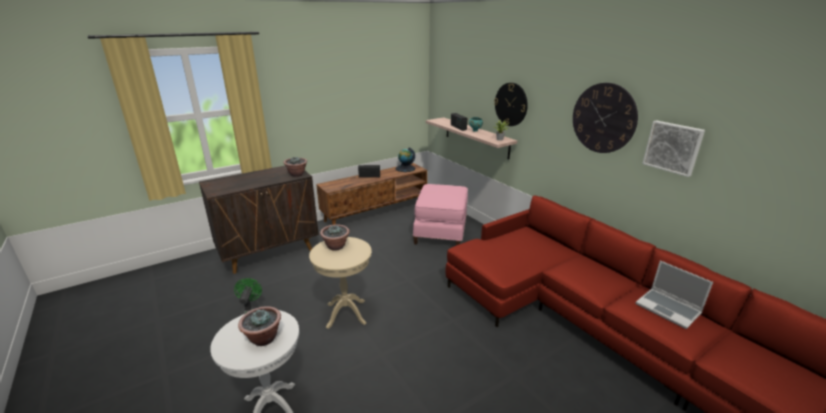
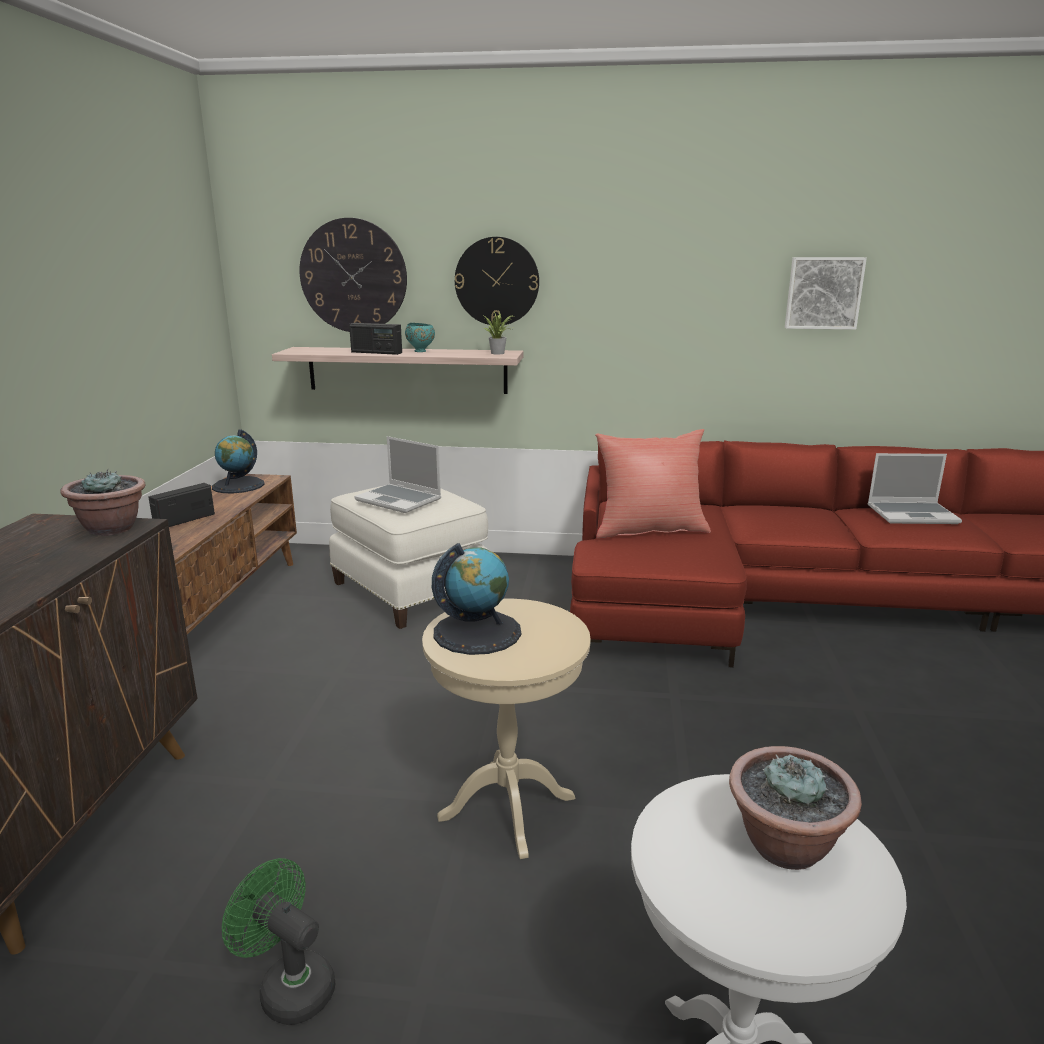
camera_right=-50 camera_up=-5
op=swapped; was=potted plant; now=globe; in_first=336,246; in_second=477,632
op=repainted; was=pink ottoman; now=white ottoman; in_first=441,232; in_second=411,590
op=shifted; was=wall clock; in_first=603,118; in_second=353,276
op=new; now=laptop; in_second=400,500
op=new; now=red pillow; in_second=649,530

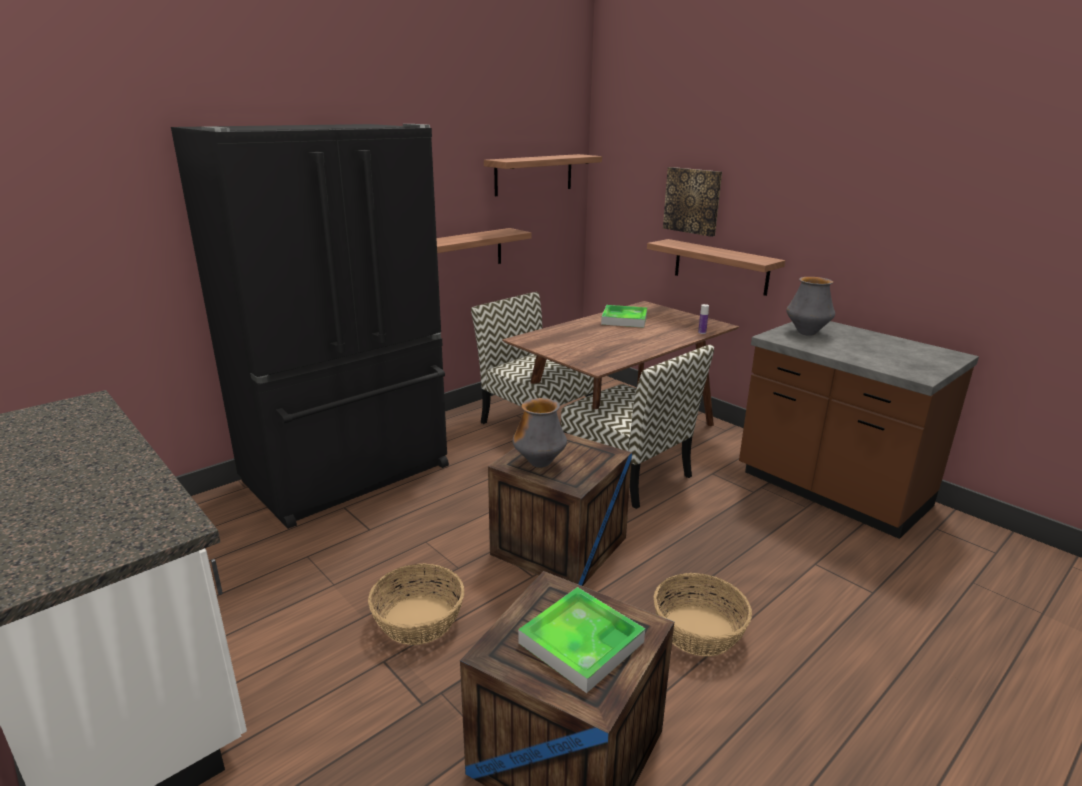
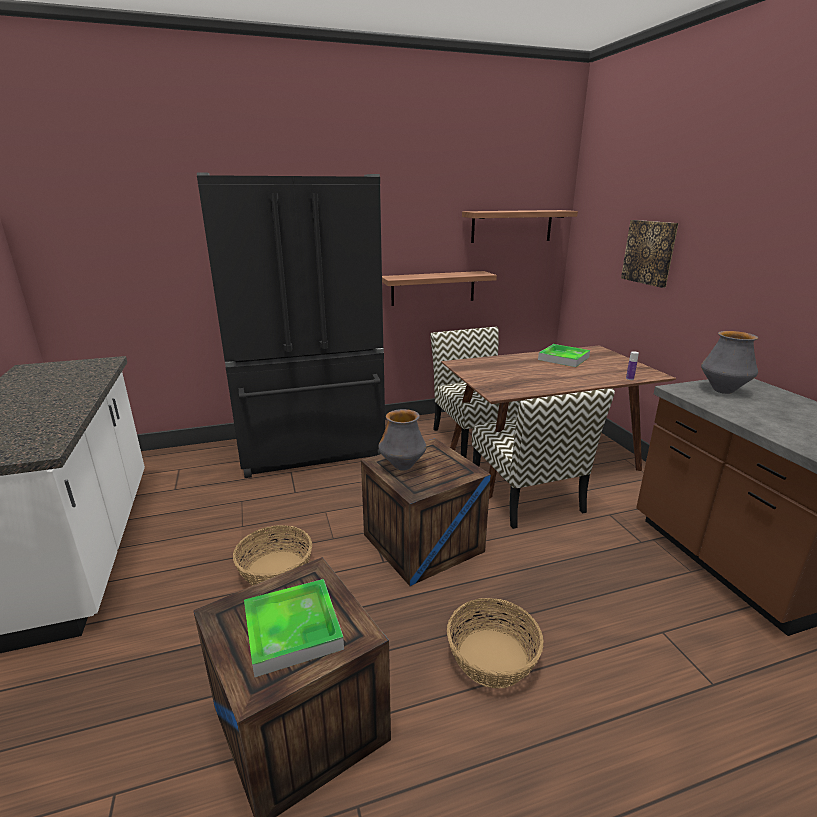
camera_right=25 camera_up=0
op=gone; was=shelf; in_first=720,266

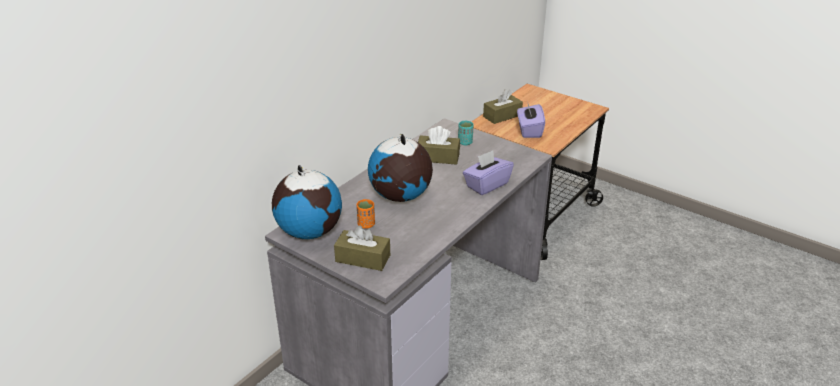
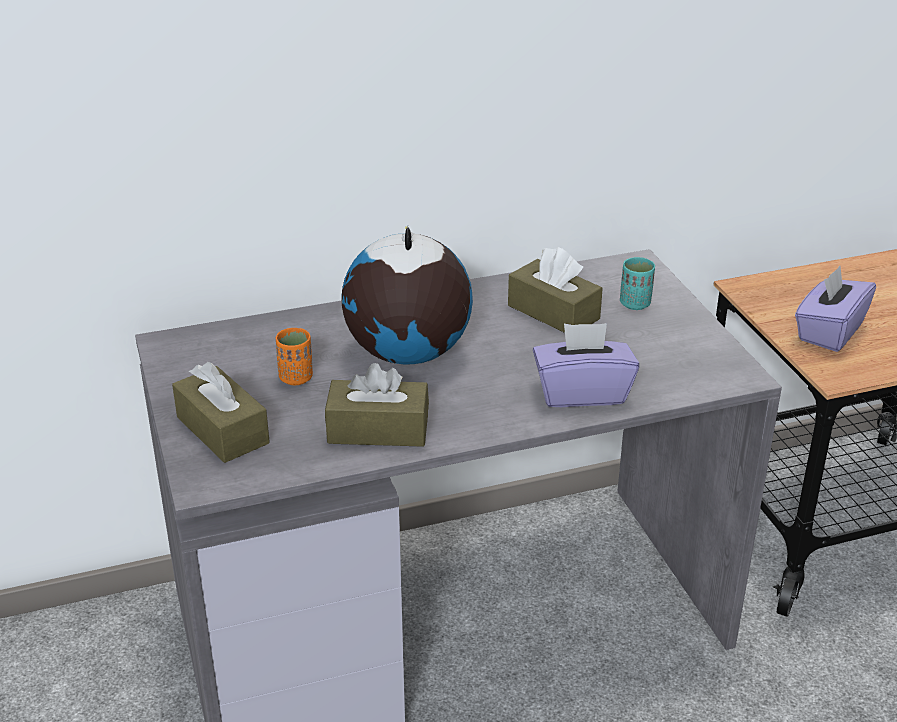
camera_right=35 camera_up=0
op=gone; was=globe; in_first=309,231
op=shifted; was=brown tissue box; in_first=502,116; in_second=378,430

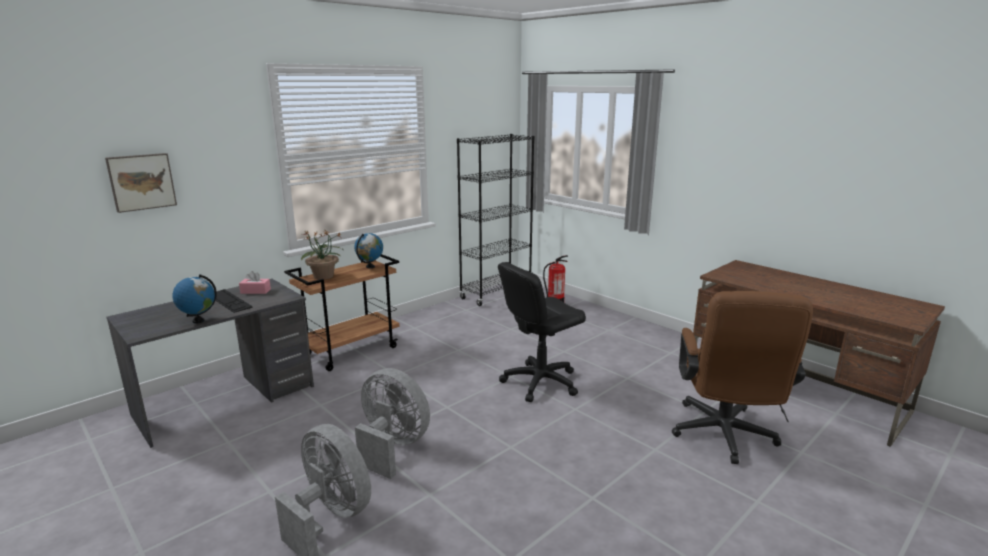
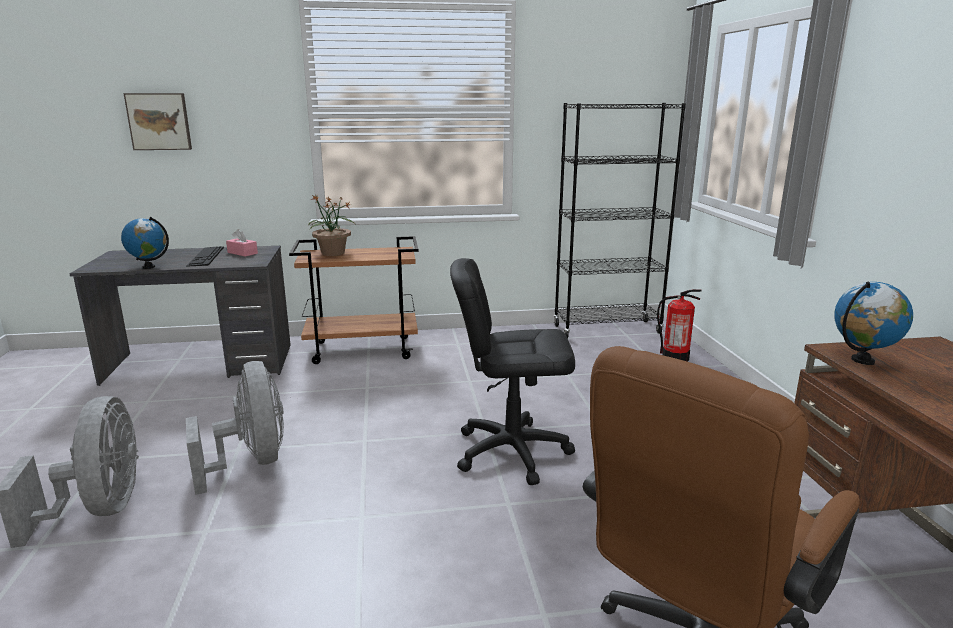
camera_right=35 camera_up=0
op=shifted; was=globe; in_first=370,267; in_second=863,360

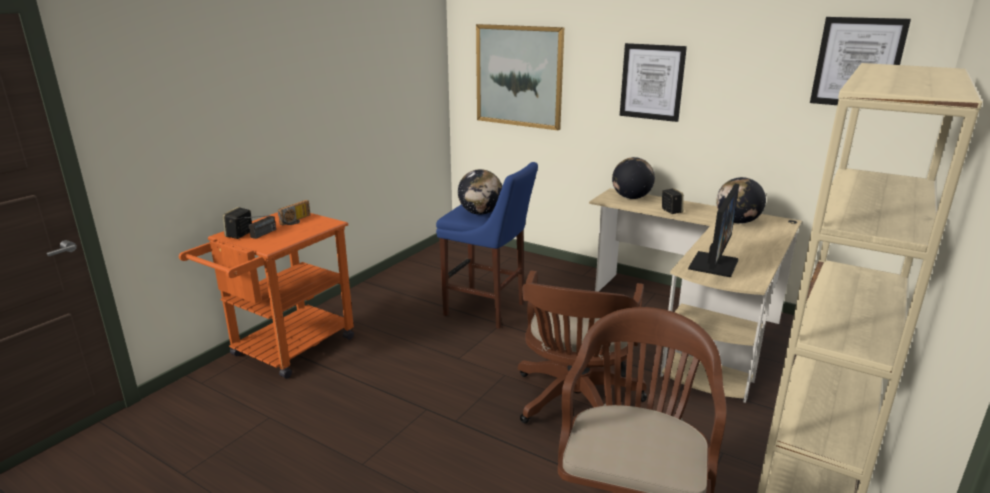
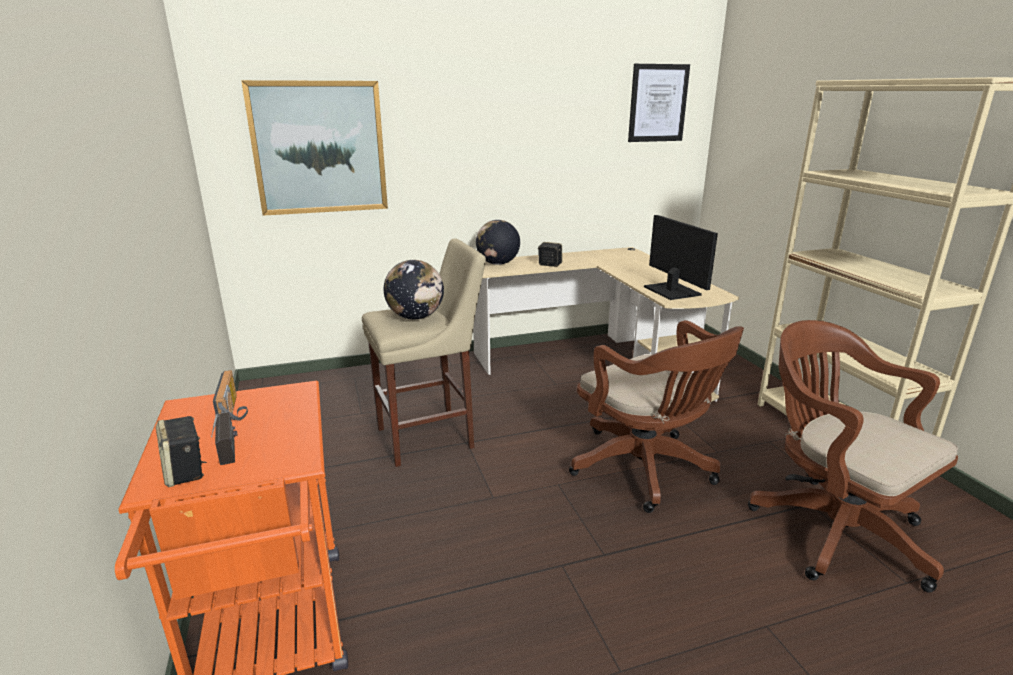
camera_right=-50 camera_up=0
op=repainted; was=blue stool; now=beige stool; in_first=488,310; in_second=430,437
op=gone; was=picture; in_first=652,82
op=gone; was=globe; in_first=737,222

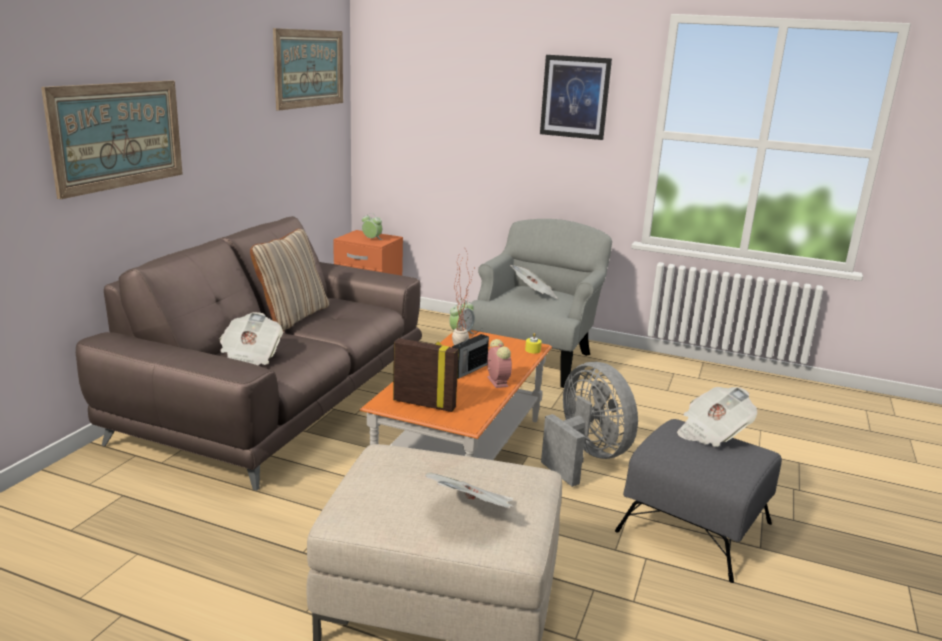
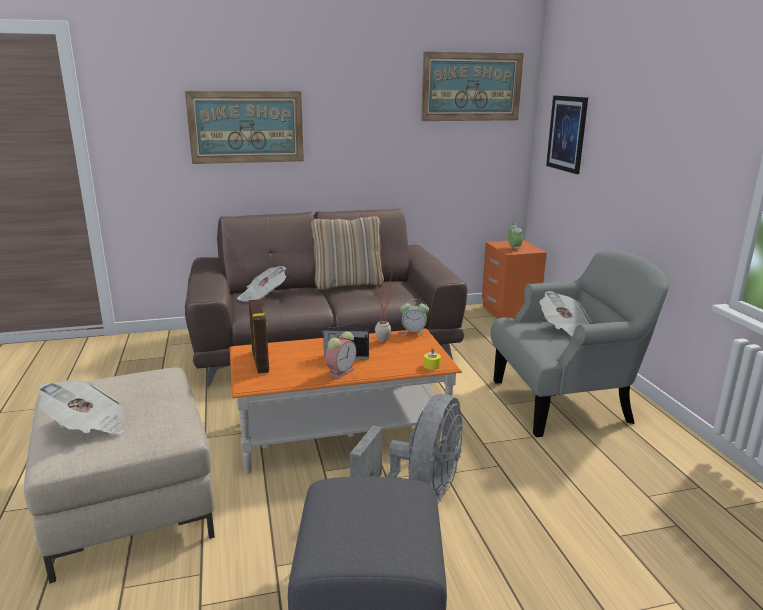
camera_right=55 camera_up=0
op=shifted; was=picture; in_first=575,97; in_second=567,133
op=gone; was=newspaper; in_first=711,433

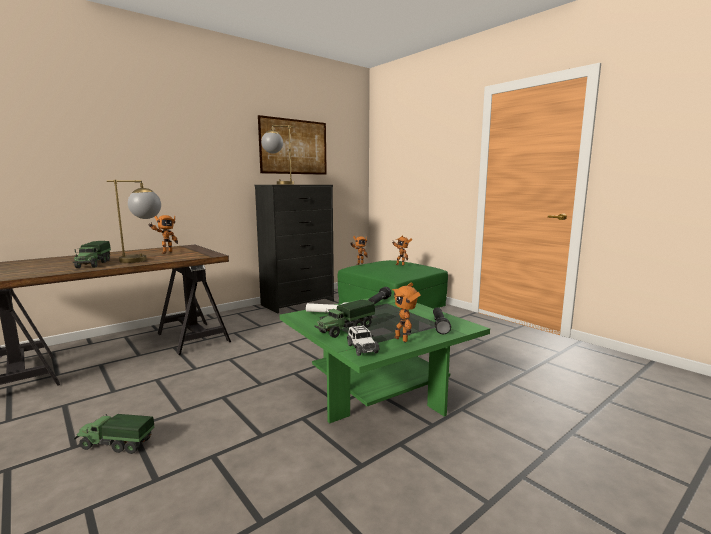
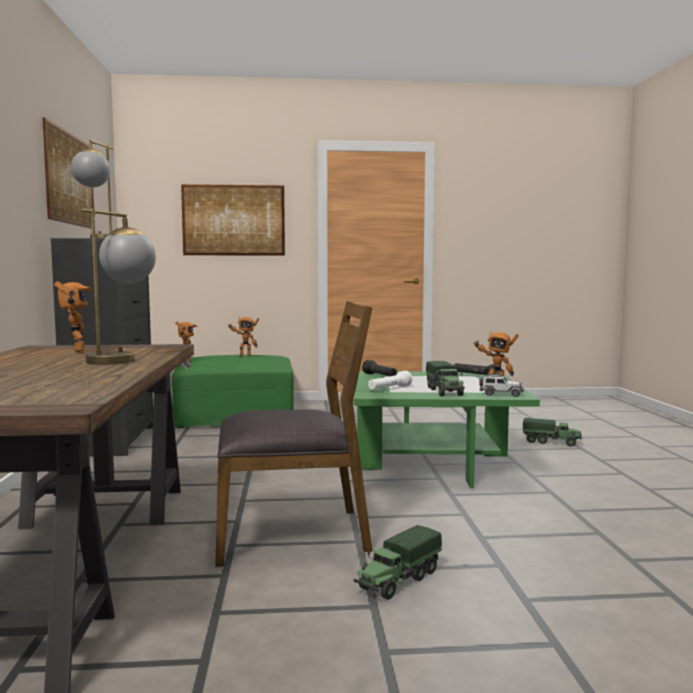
camera_right=-55 camera_up=-5
op=shifted; was=toy truck; in_first=93,264; in_second=551,442
op=new; now=picture; in_second=233,220
op=new; now=brown chair; in_second=292,534

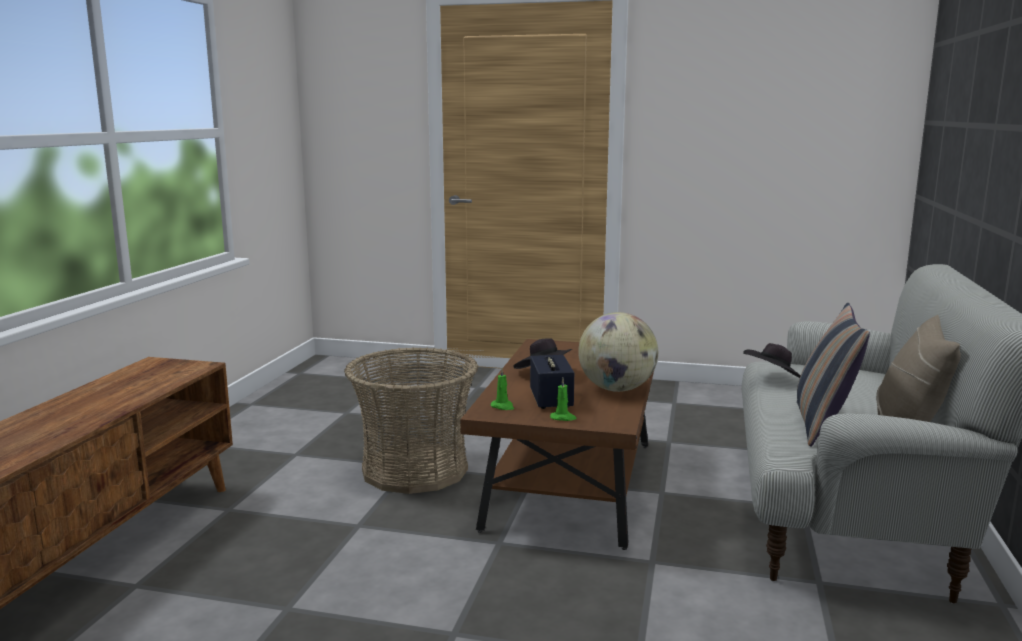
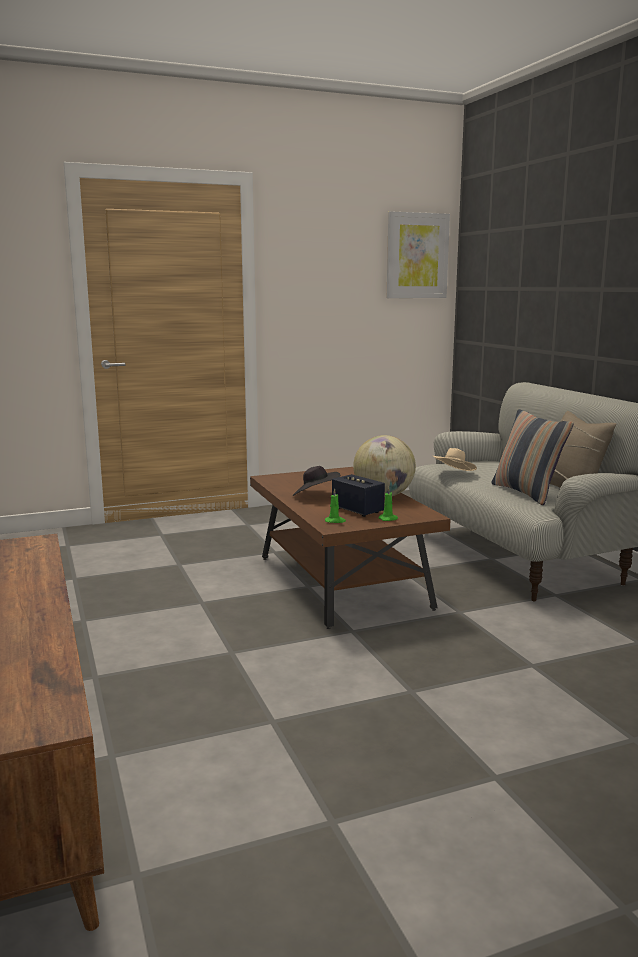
camera_right=-35 camera_up=0
op=gone; was=basket; in_first=415,469
op=repainted; was=black hat; now=beige hat; in_first=773,379; in_second=453,474
op=new; now=picture; in_second=417,256

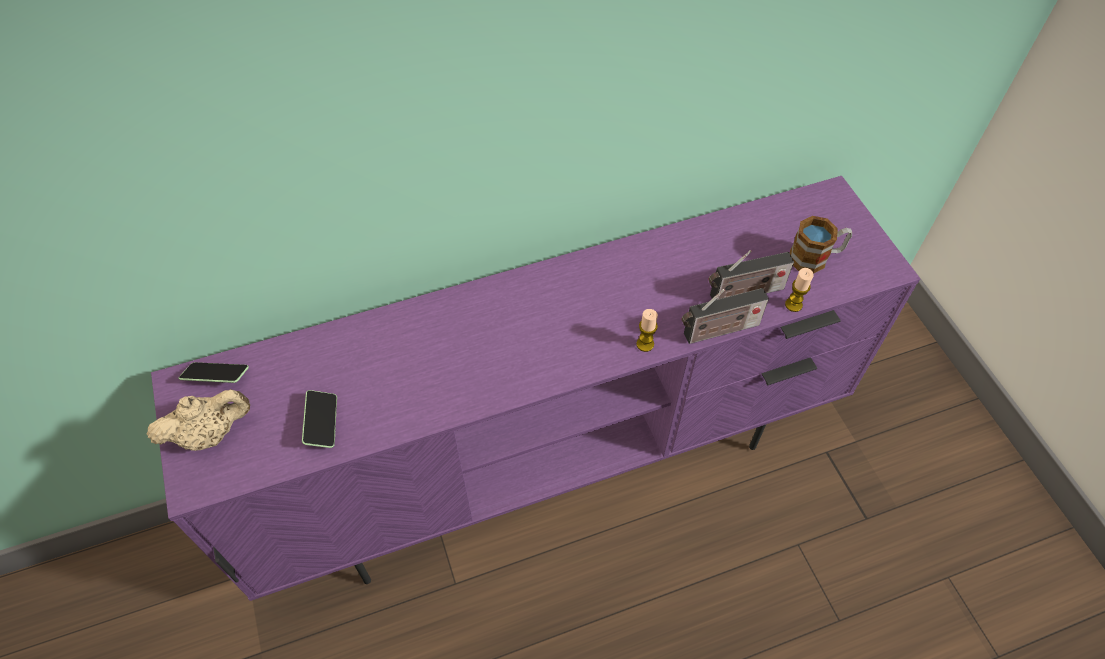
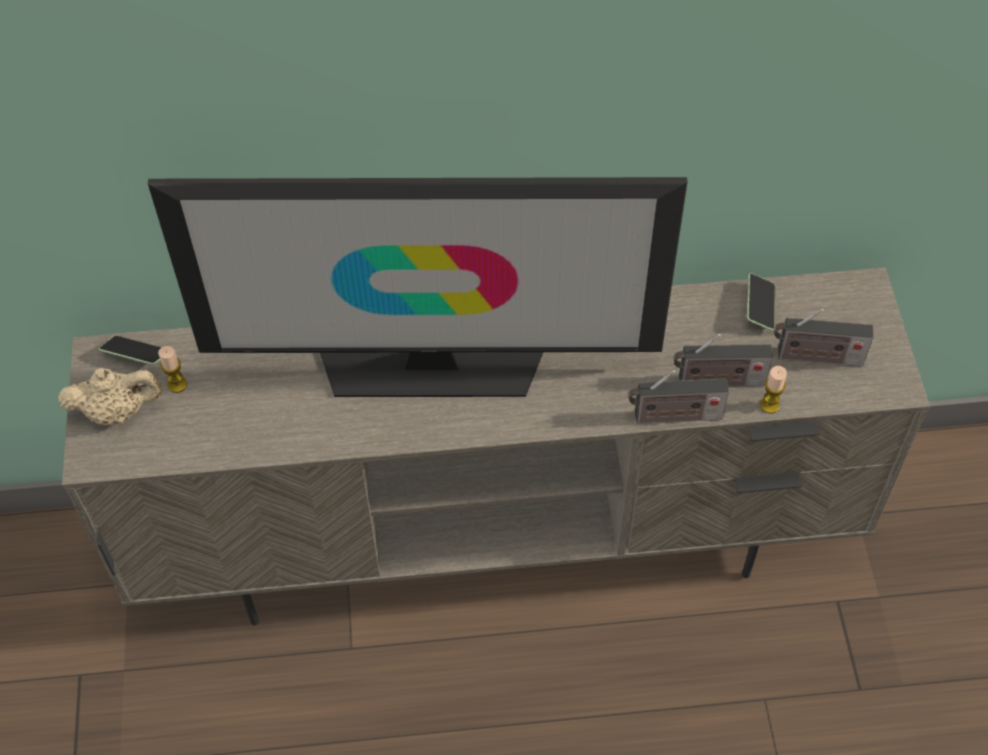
camera_right=15 camera_up=0
op=repainted; was=purple tv stand; now=beige tv stand; in_first=553,464; in_second=499,542
op=shifted; was=phone; in_first=322,423; in_second=759,307
op=shifted; was=candle; in_first=645,344; in_second=177,384
op=swapped; was=mug; now=radio; in_first=815,257; in_second=815,357
op=new; now=television; in_second=431,363

